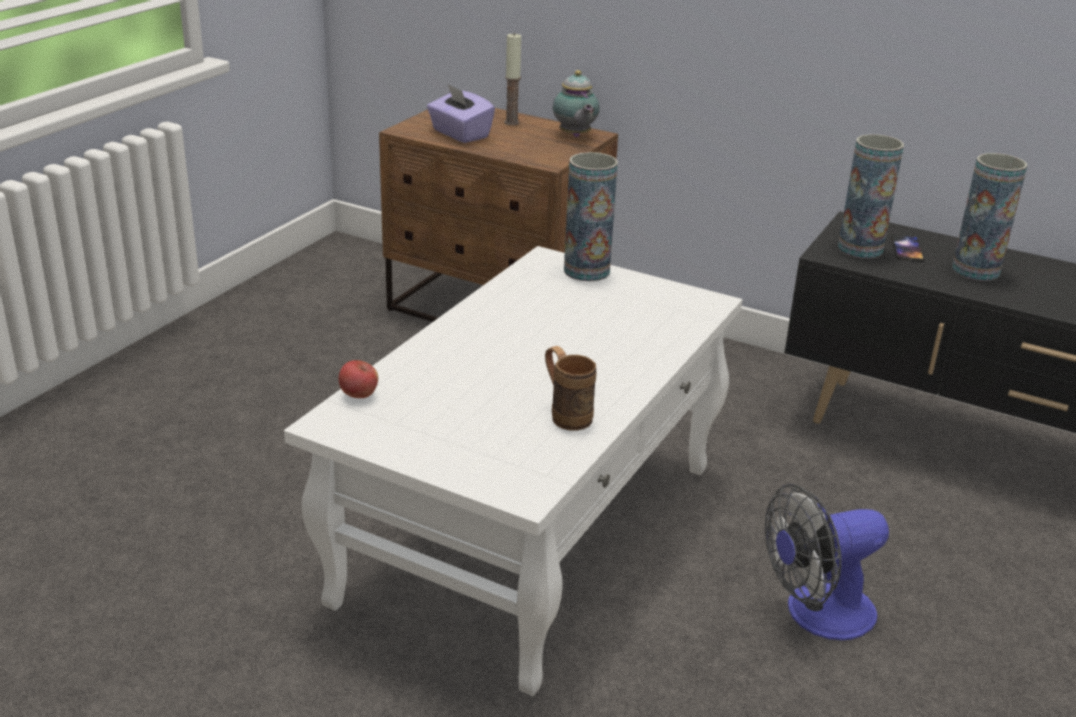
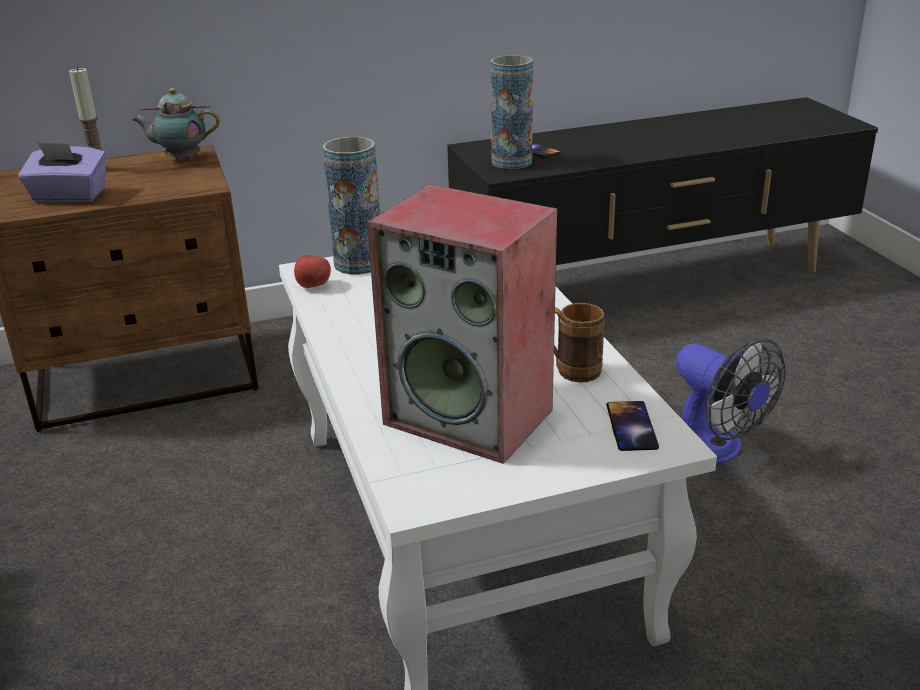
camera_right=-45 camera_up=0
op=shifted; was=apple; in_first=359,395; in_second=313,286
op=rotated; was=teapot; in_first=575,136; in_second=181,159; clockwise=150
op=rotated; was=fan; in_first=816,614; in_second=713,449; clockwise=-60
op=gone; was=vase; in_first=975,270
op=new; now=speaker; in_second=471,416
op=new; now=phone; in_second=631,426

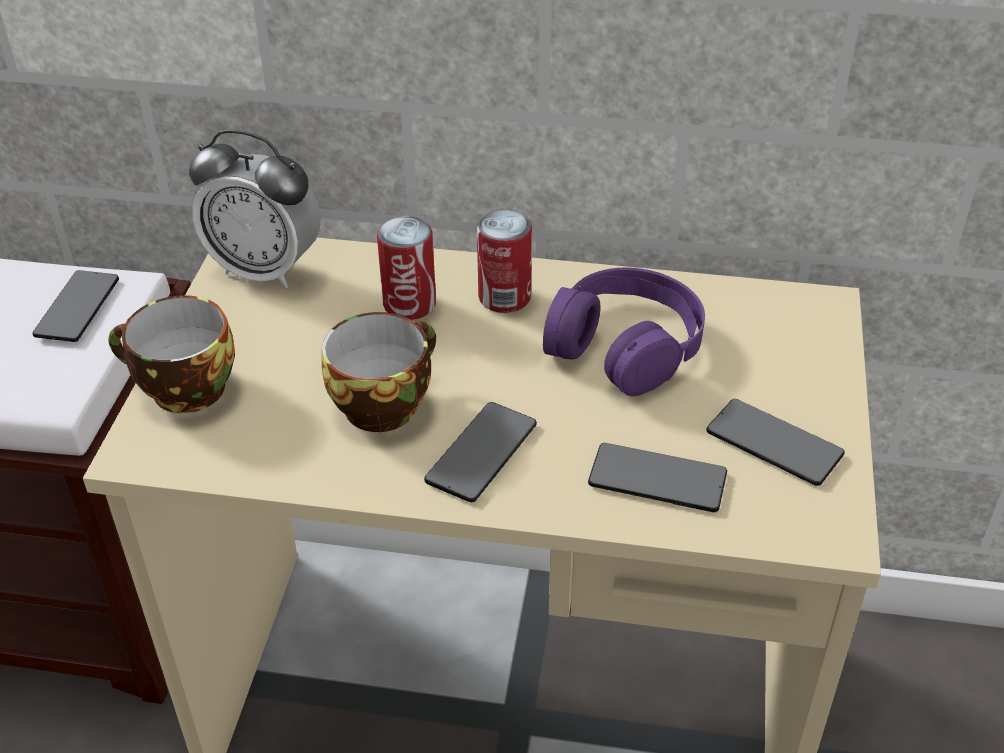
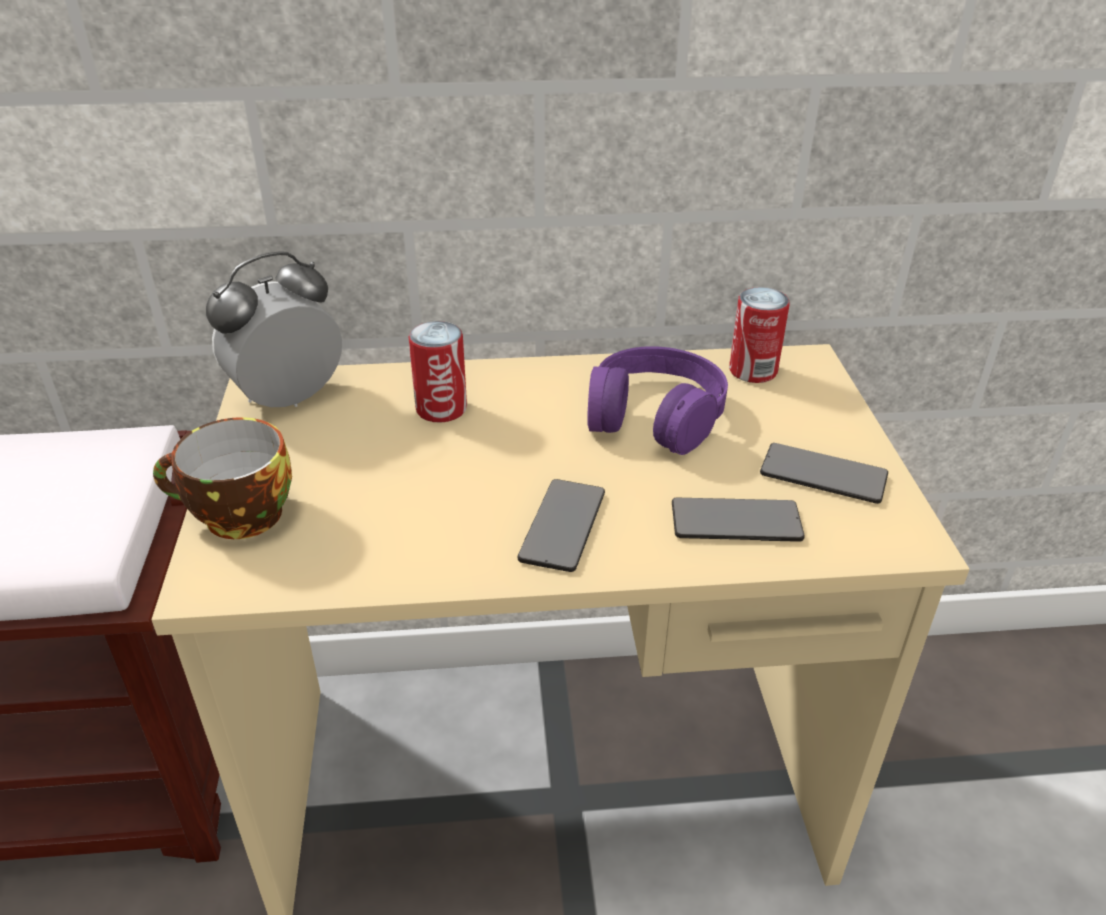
camera_right=-15 camera_up=-5
op=gone; was=phone; in_first=77,308
op=rotated; was=alarm clock; in_first=265,270; in_second=288,399; clockwise=135
op=gone; was=cup; in_first=383,403
op=shifted; was=can; in_first=504,297; in_second=753,371

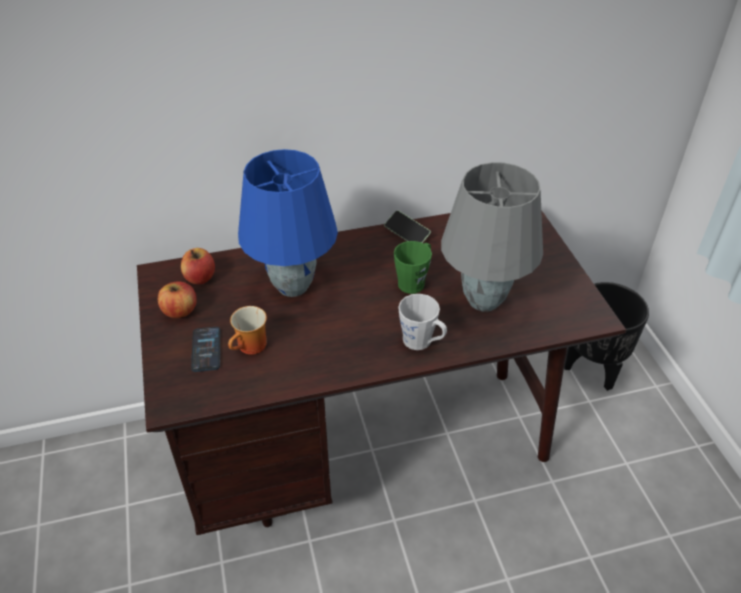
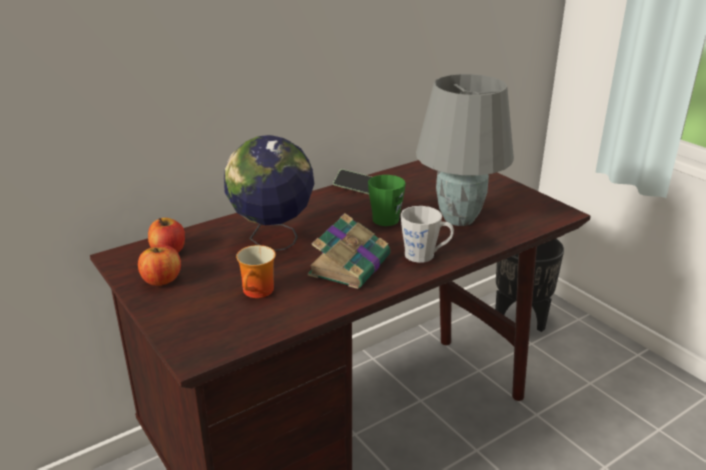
camera_right=-20 camera_up=-15
op=gone; was=phone; in_first=206,349
op=swapped; was=blue table lamp; now=globe; in_first=293,287; in_second=272,241
op=new; now=book; in_second=350,265

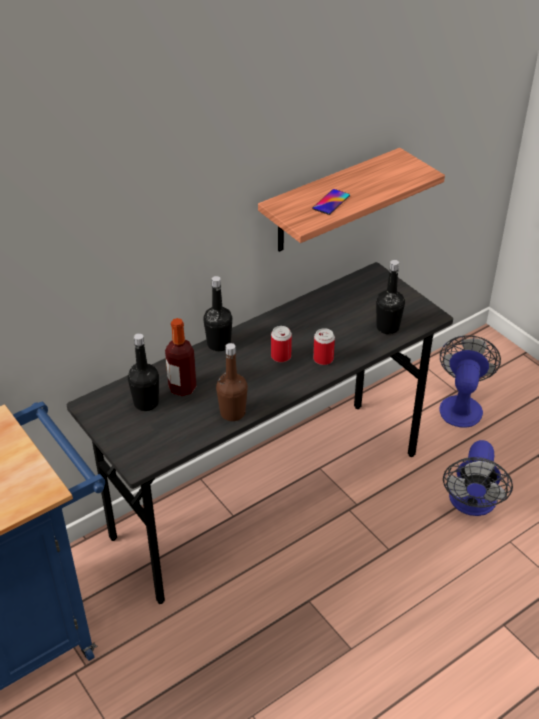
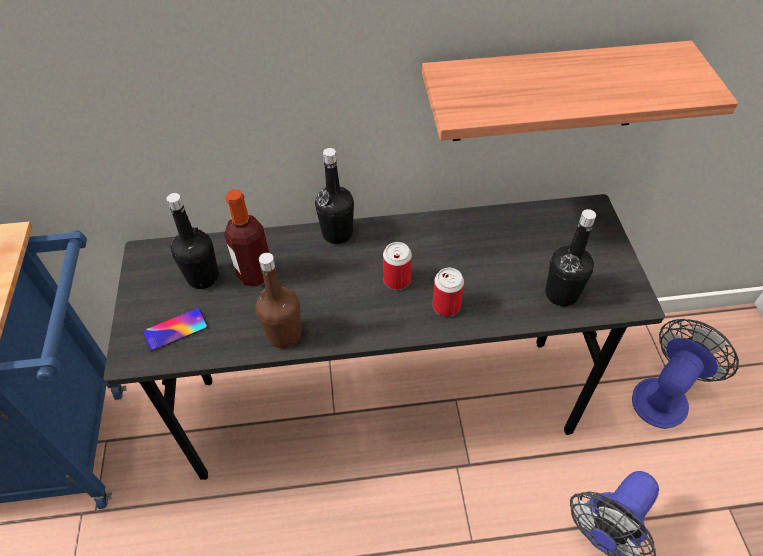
camera_right=30 camera_up=10
op=shifted; was=phone; in_first=331,202; in_second=175,329

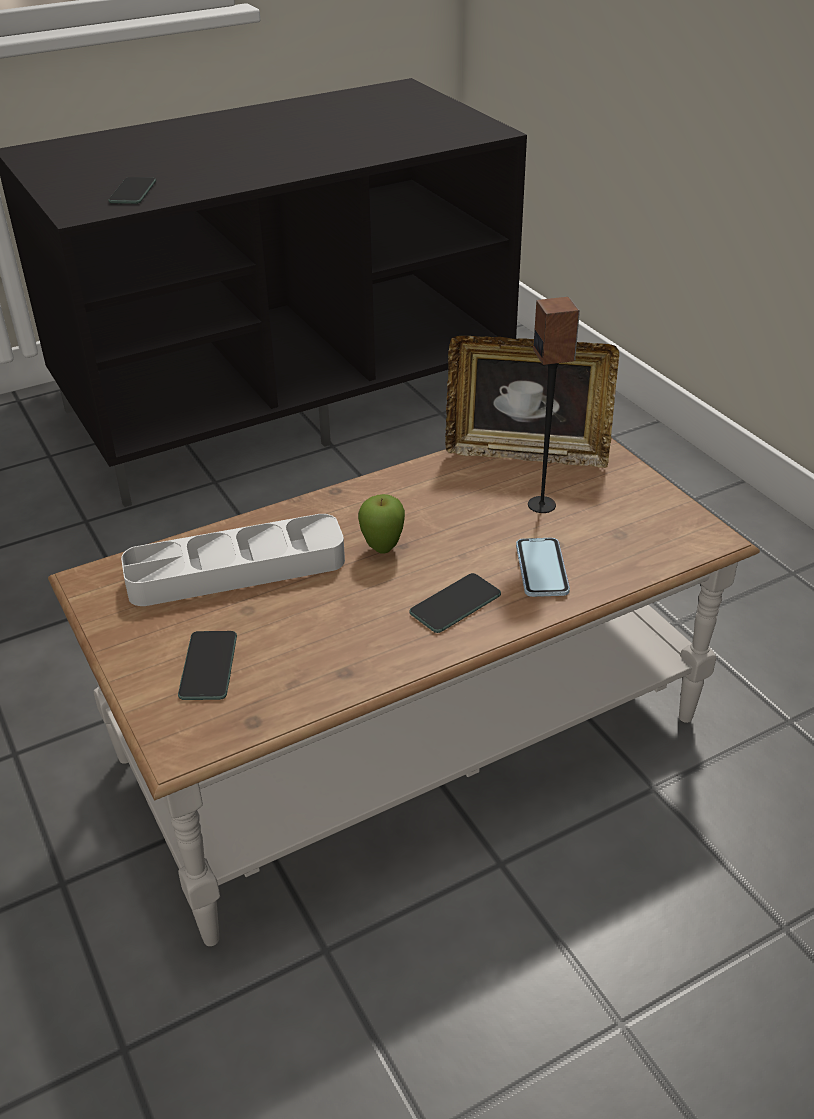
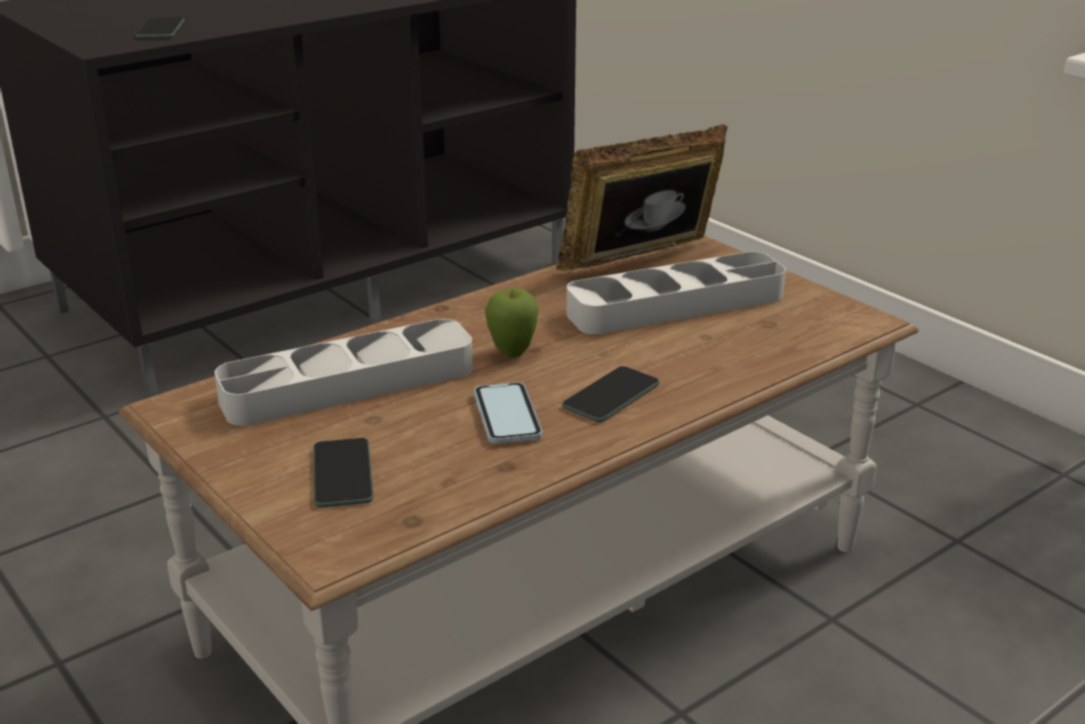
camera_right=-10 camera_up=-10
op=rotated; was=picture frame; in_first=526,452; in_second=643,262; clockwise=150
op=shifted; was=phone; in_first=541,569; in_second=507,416
op=swapped; was=speaker; now=grey tray; in_first=542,505; in_second=676,304

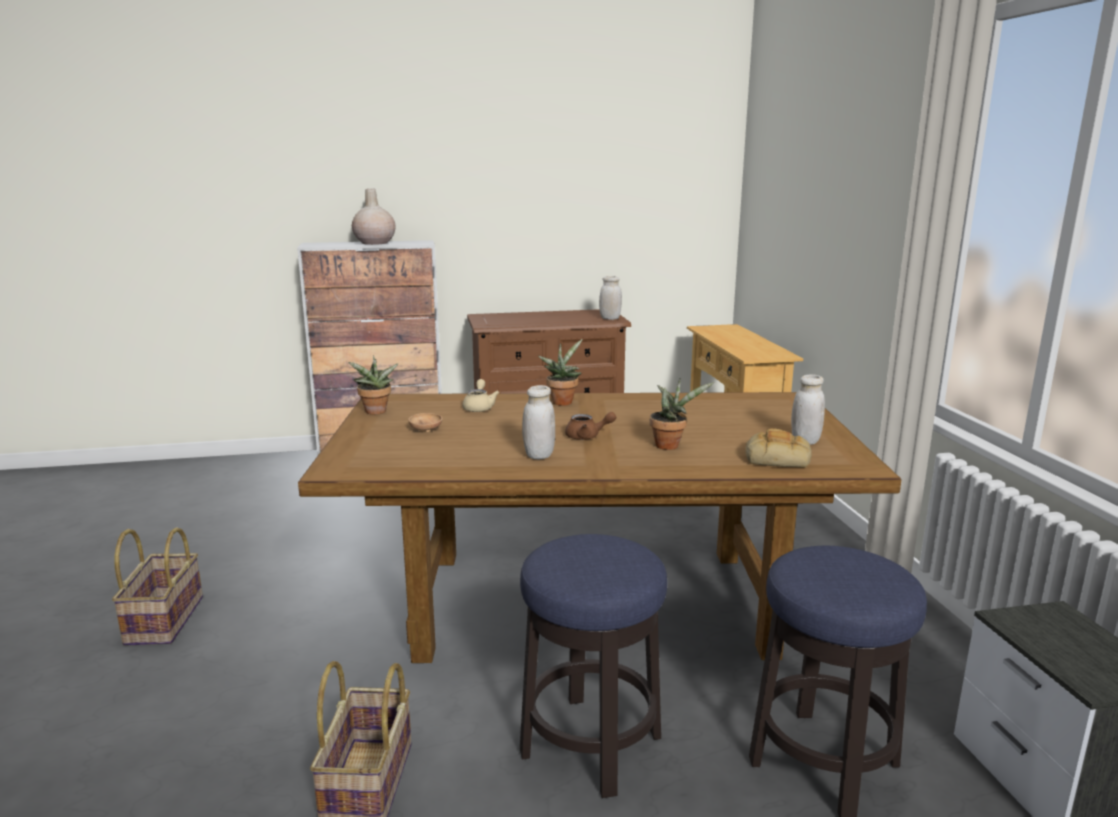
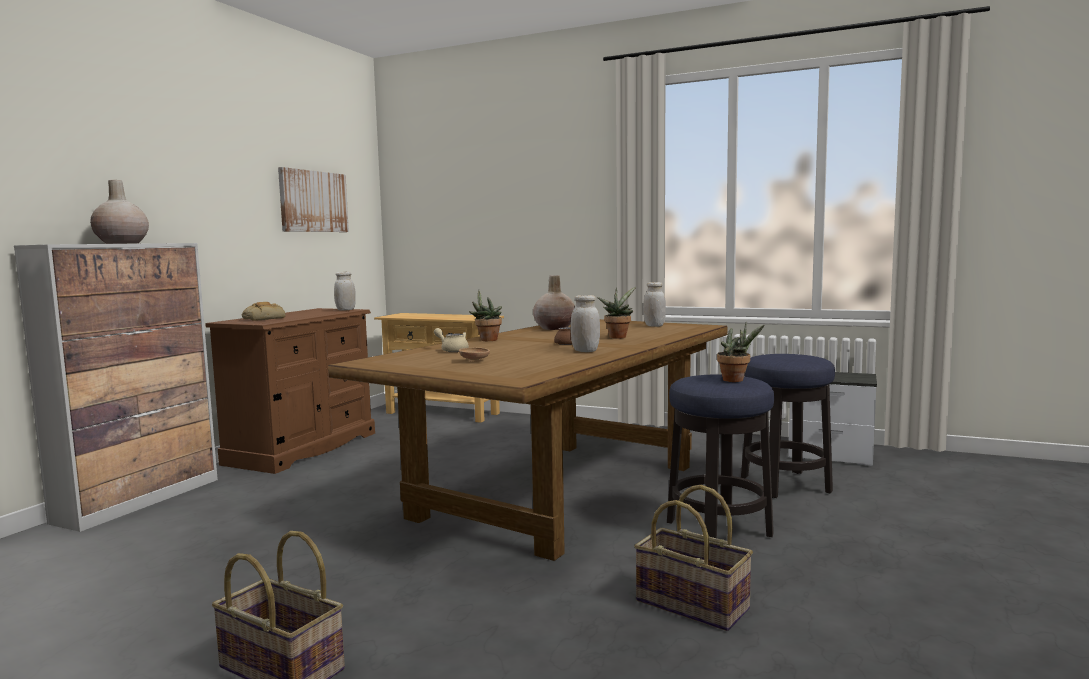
camera_right=-55 camera_up=-10
op=shifted; was=potted plant; in_first=375,412; in_second=736,380
op=shifted; was=bread; in_first=778,458; in_second=264,318
op=new; now=picture; in_second=313,201
op=new; now=beige vase; in_second=555,328

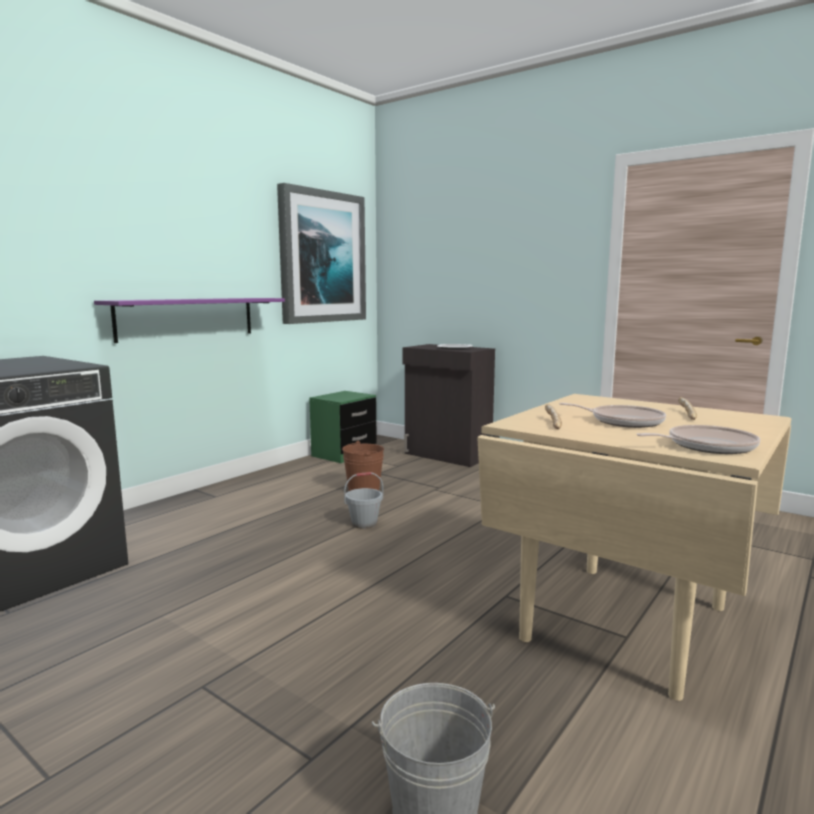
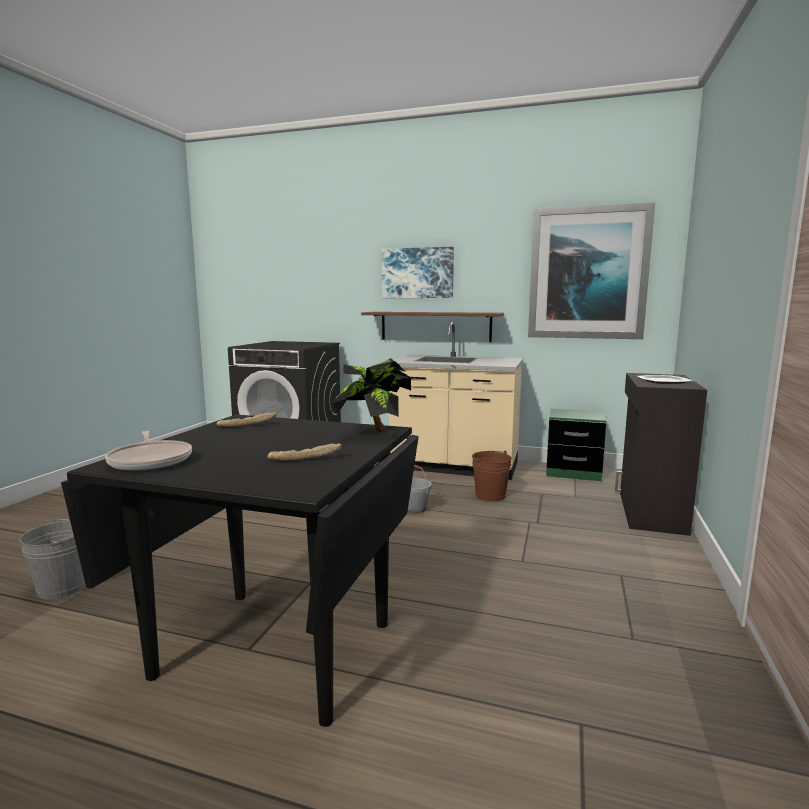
camera_right=70 camera_up=0
op=repainted; was=purple shelf; now=brown shelf; in_first=187,318; in_second=435,326
op=repainted; was=beige dining table; now=black dining table; in_first=624,622; in_second=277,647
op=gone; was=frying pan; in_first=623,421
op=new; now=potted plant; in_second=376,433
op=new; now=picture; in_second=417,273
op=new; now=beige counter; in_second=455,467

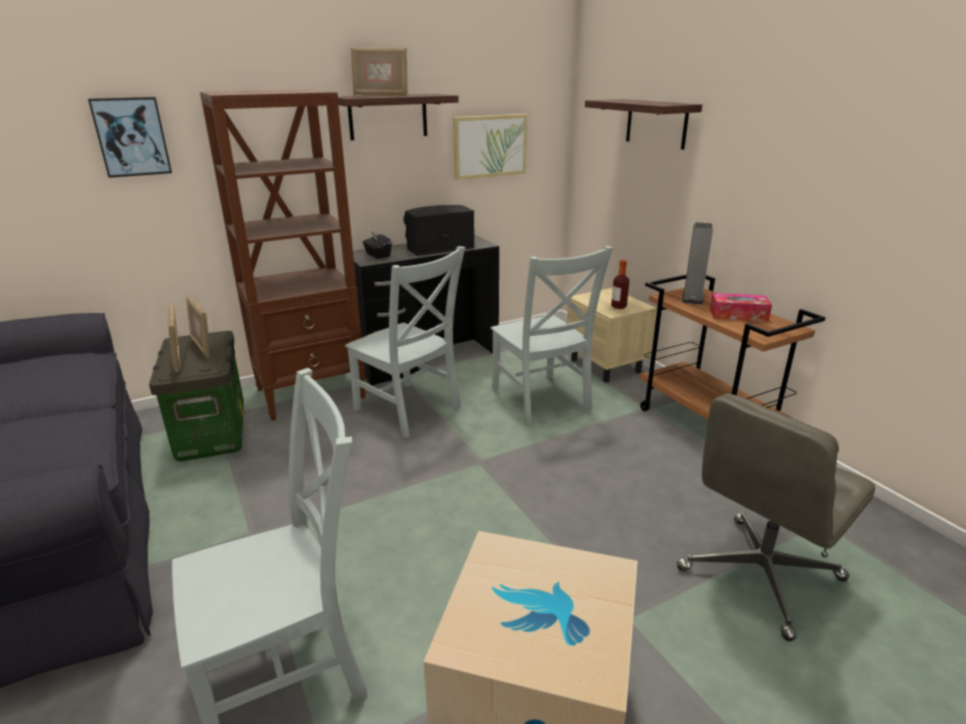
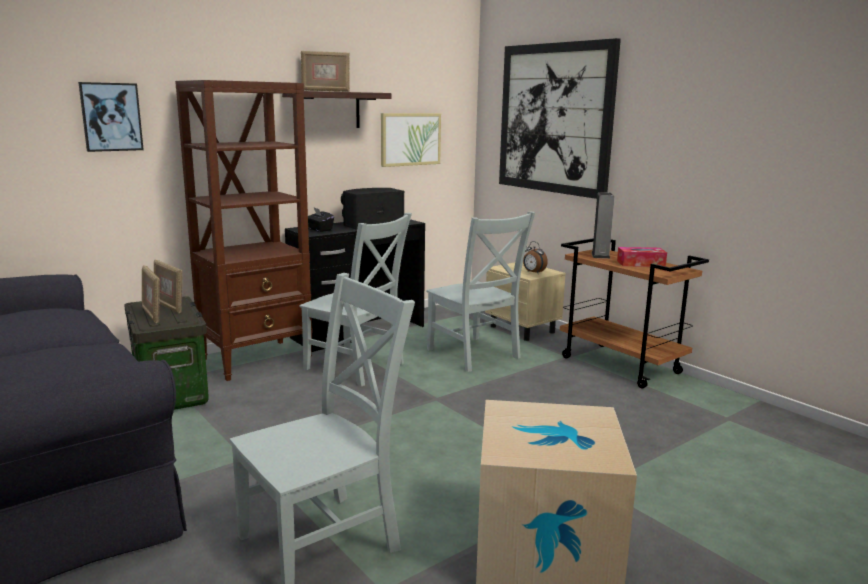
camera_right=-10 camera_up=-10
op=swapped; was=shelf; now=picture; in_first=656,123; in_second=555,119
op=swapped; was=bottle; now=alarm clock; in_first=618,307; in_second=533,272
op=gone; was=grey office chair; in_first=759,576

